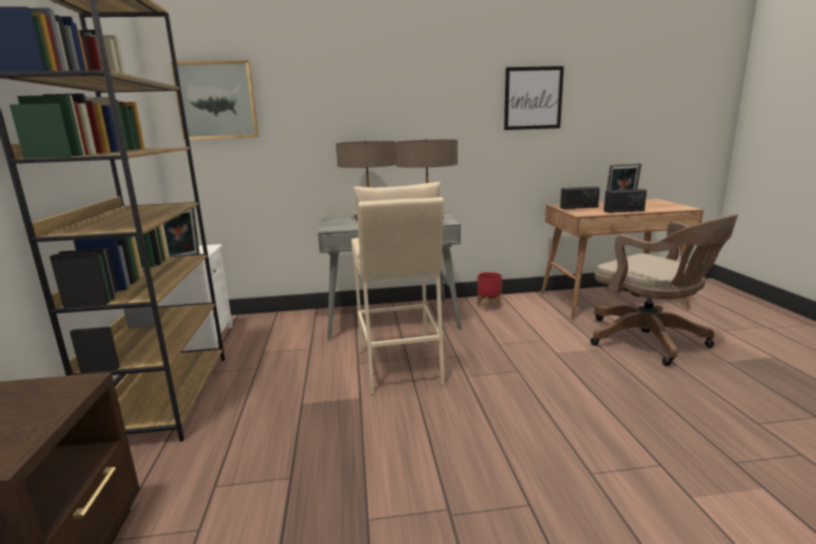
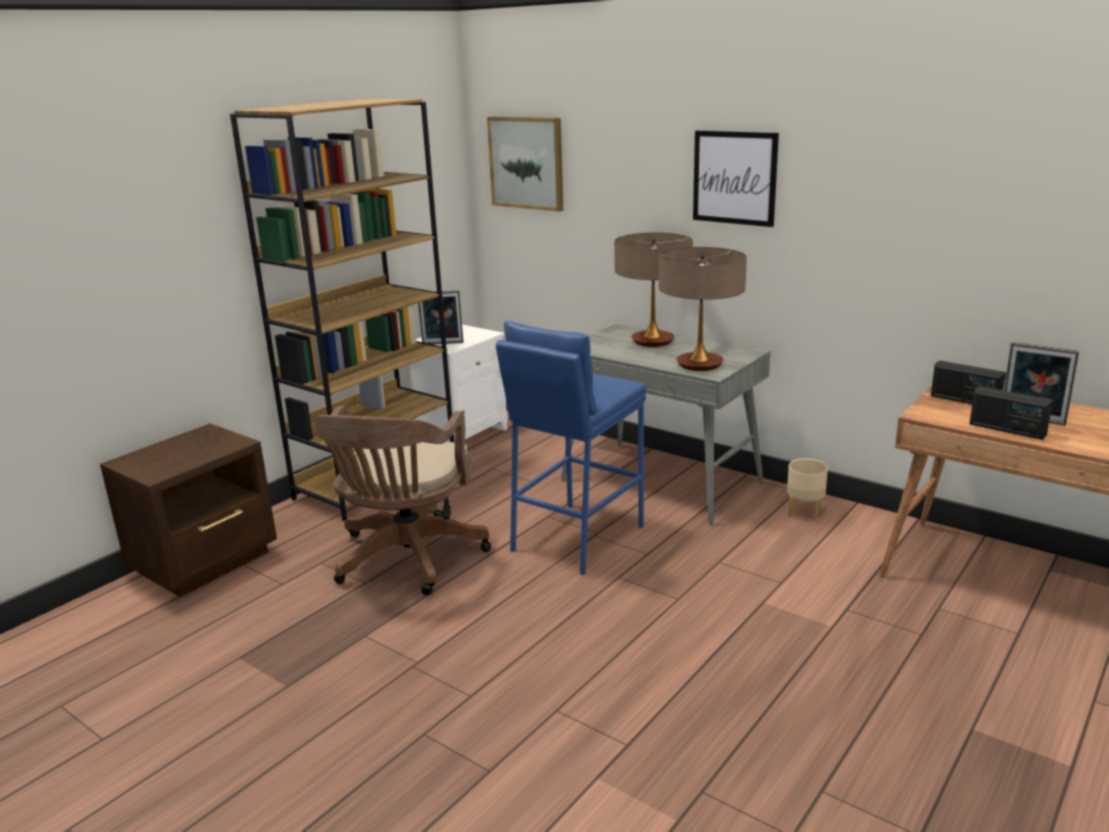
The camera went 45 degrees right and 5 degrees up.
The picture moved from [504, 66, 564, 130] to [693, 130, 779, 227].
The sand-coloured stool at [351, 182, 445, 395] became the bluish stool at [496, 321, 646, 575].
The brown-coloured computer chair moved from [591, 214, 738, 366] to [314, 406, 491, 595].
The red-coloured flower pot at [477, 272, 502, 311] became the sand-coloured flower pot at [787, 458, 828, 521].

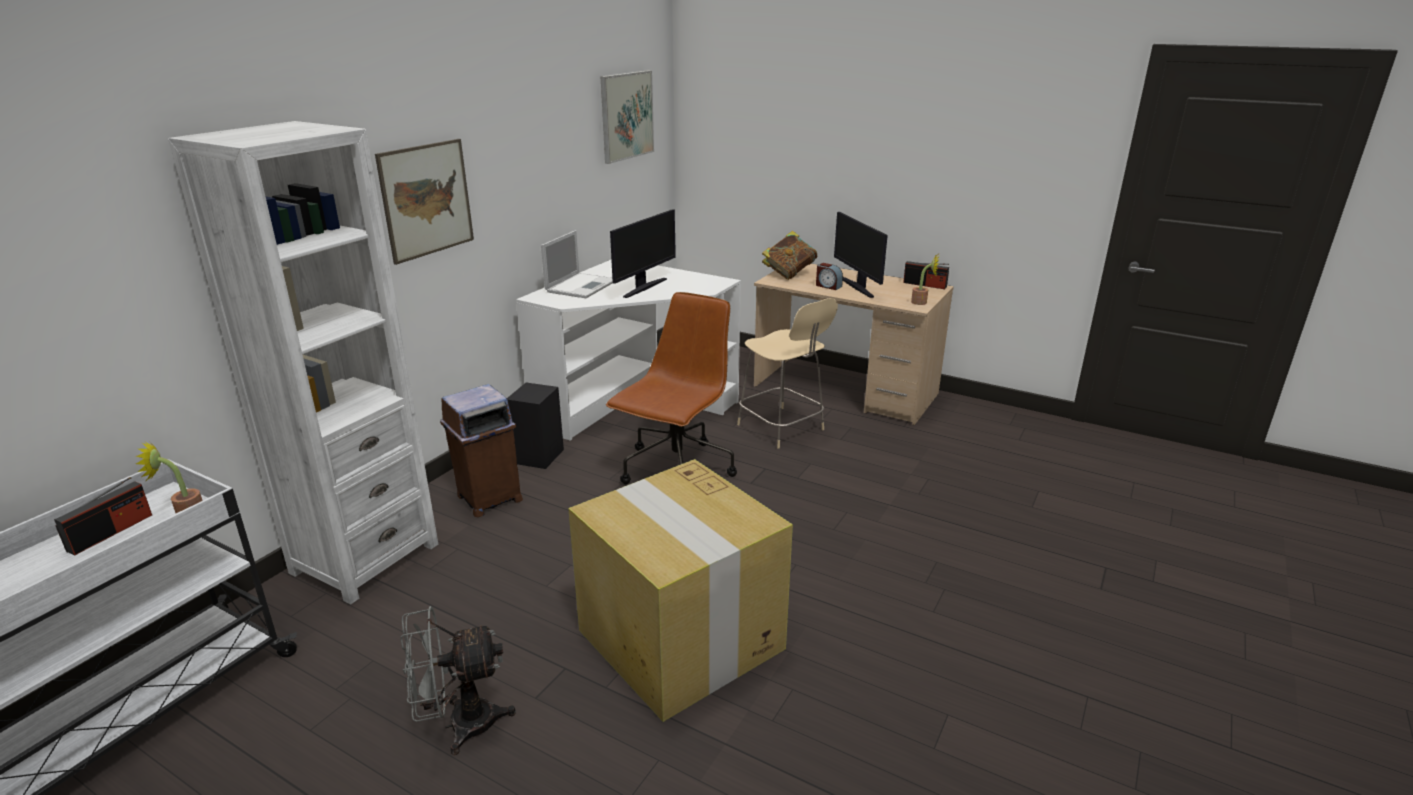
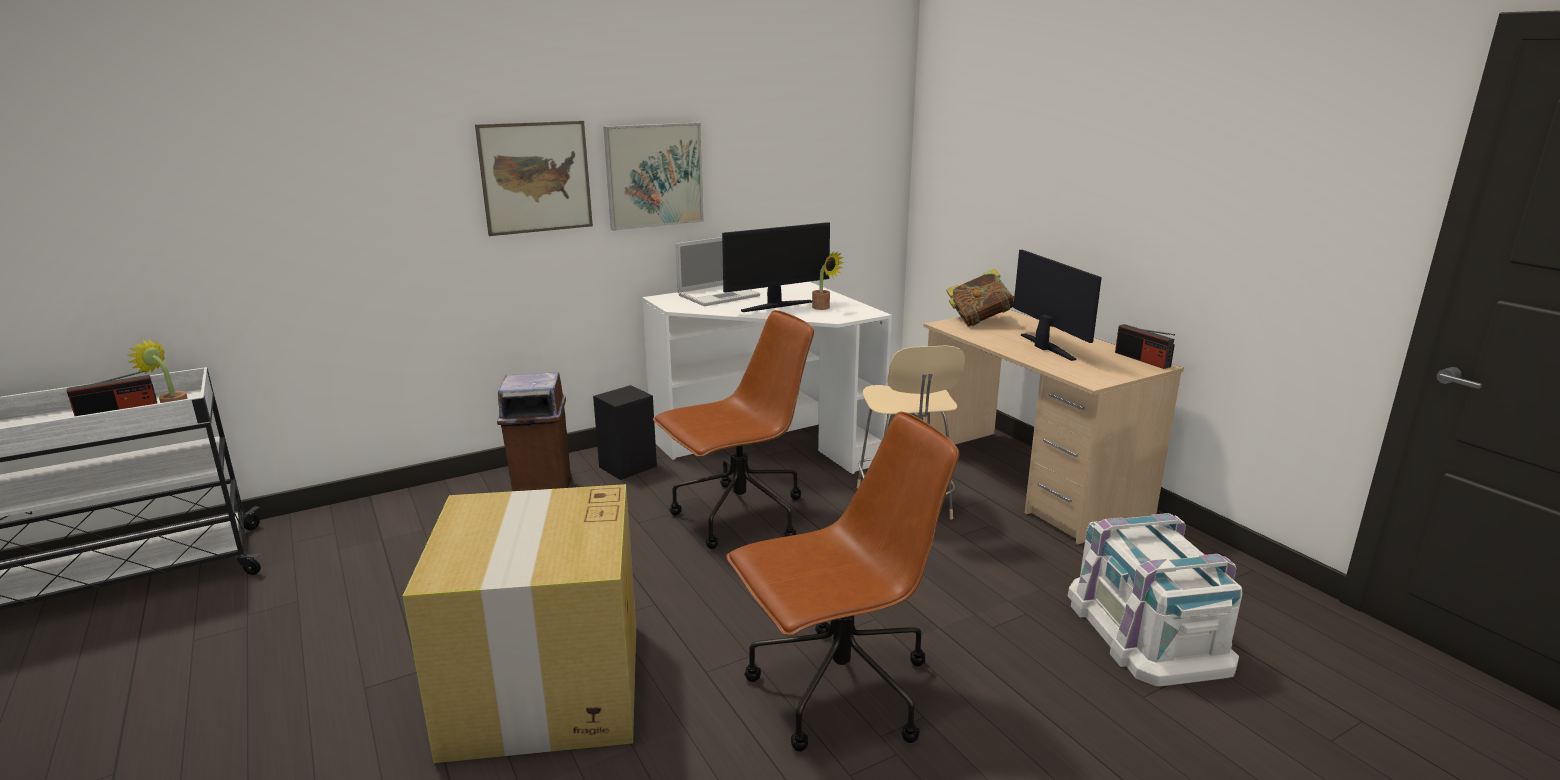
The camera went 30 degrees right and 5 degrees down.
The picture moved from [600, 70, 654, 164] to [603, 123, 704, 231].
The white bookcase at [168, 121, 438, 605] disappeared.
The computer display at [834, 212, 888, 298] turned 150 degrees clockwise.
The potted plant moved from [911, 254, 939, 305] to [812, 251, 844, 310].
The table clock at [816, 263, 843, 290] disappeared.
The gray cooling fan at [401, 606, 516, 755] disappeared.
The brown-coloured computer chair at [726, 411, 959, 752] appeared.
The white storage box at [1068, 513, 1242, 687] appeared.

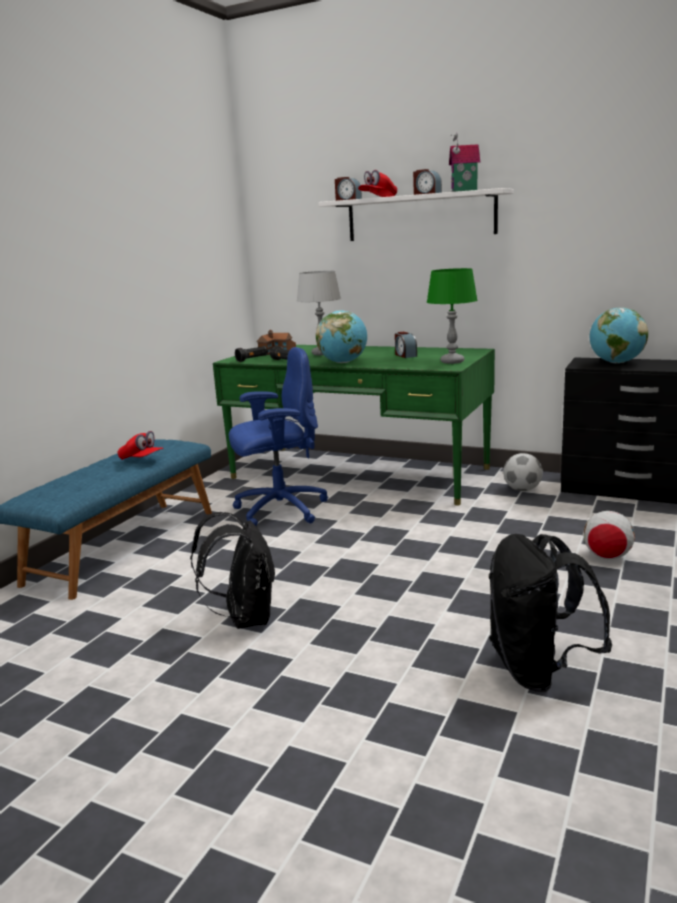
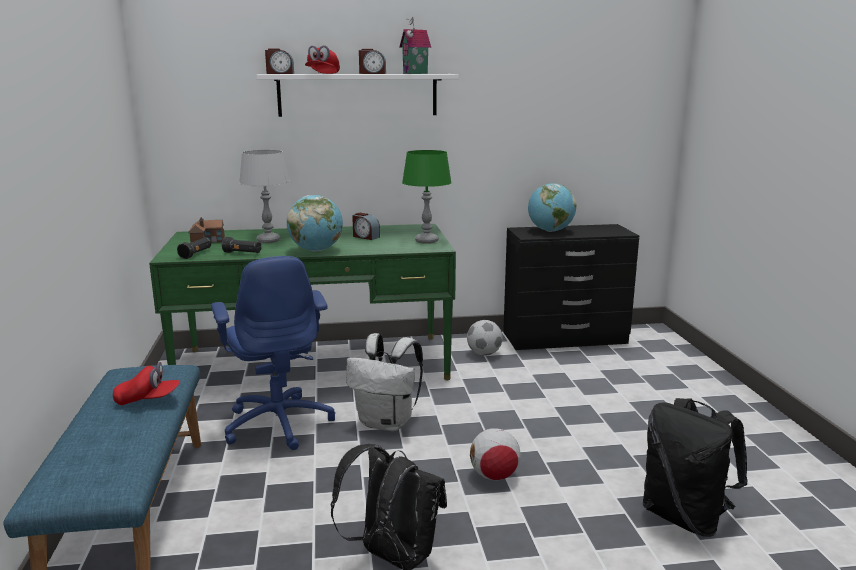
The camera went 35 degrees left and 0 degrees up.
The bluish computer chair at [229, 347, 328, 526] turned 120 degrees clockwise.
The football moved from [584, 511, 635, 559] to [470, 429, 521, 481].
The white backpack at [346, 333, 423, 431] appeared.

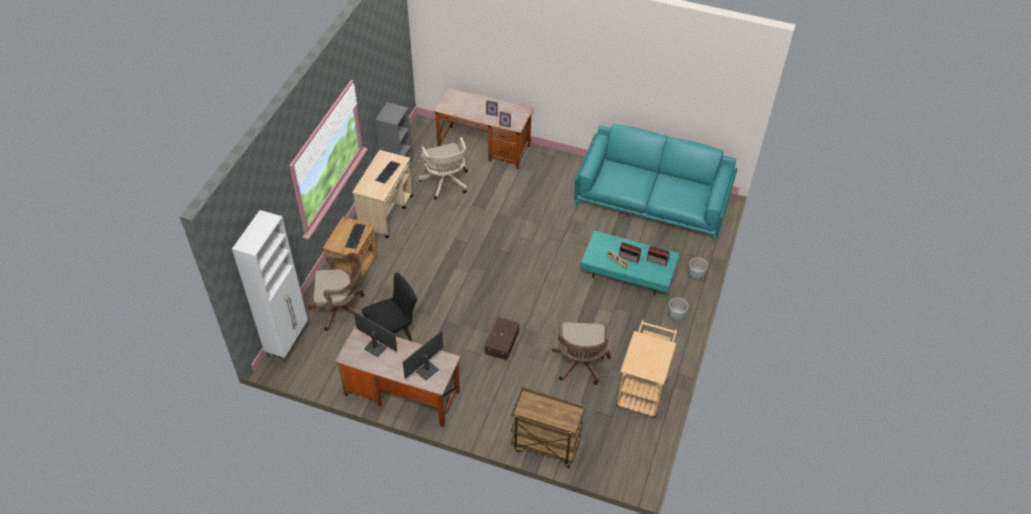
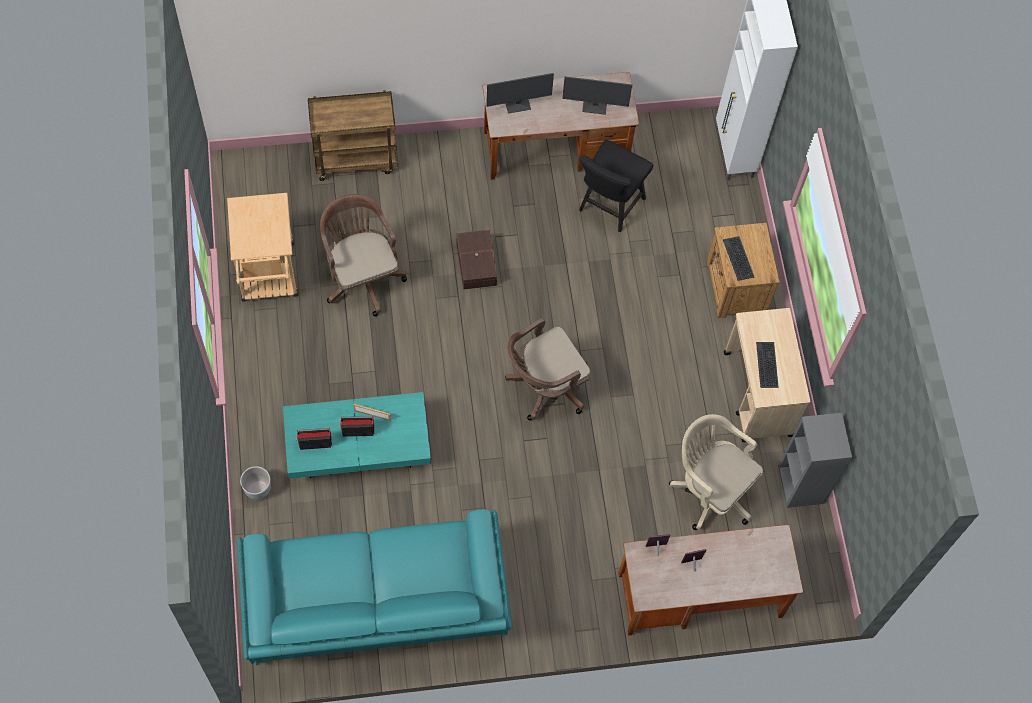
The camera went 150 degrees right and 15 degrees up.
The brown-coloured computer chair moved from [308, 253, 364, 331] to [505, 318, 591, 421].
The gray flower pot at [668, 298, 688, 320] disappeared.
The computer display at [403, 330, 443, 380] turned 60 degrees clockwise.

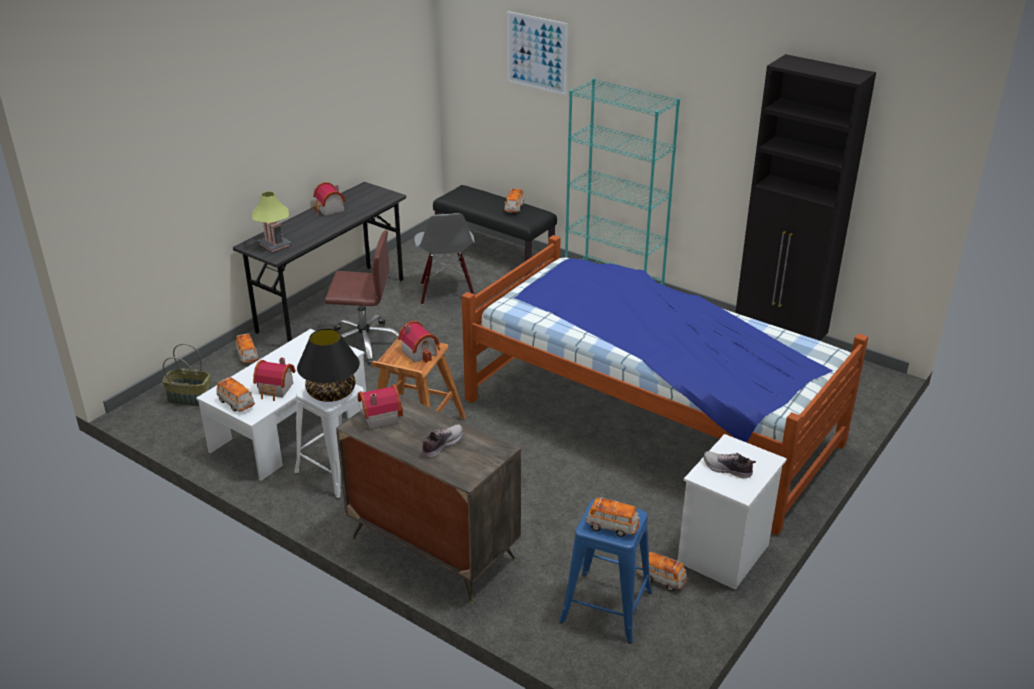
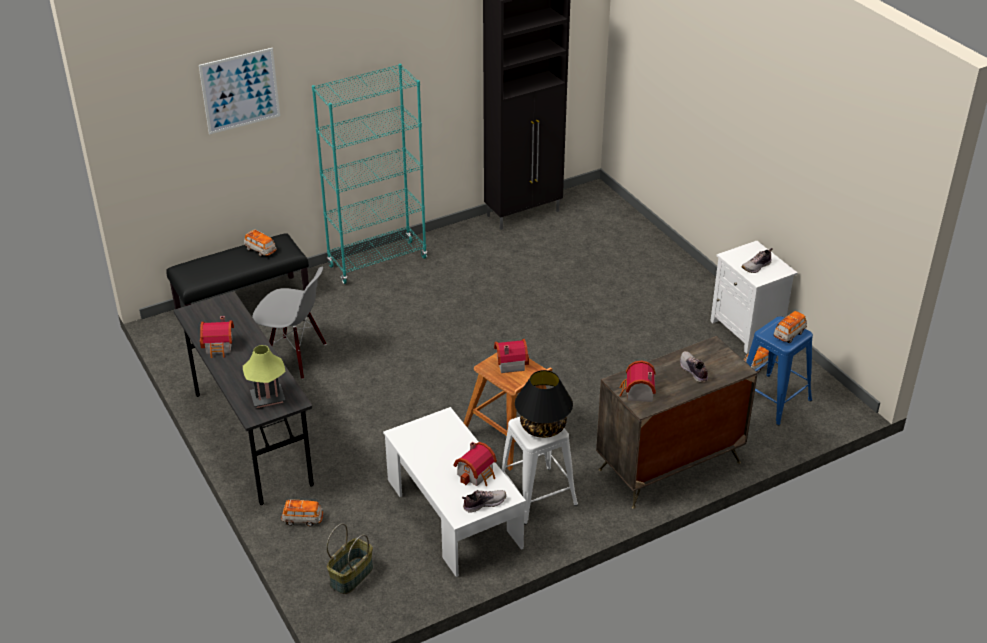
The camera went 65 degrees left and 5 degrees up.
The brown-coloured computer chair at [325, 230, 399, 365] disappeared.
The bed at [462, 235, 868, 536] disappeared.
The toy car at [217, 377, 255, 412] was replaced by the shoe at [462, 490, 506, 513].

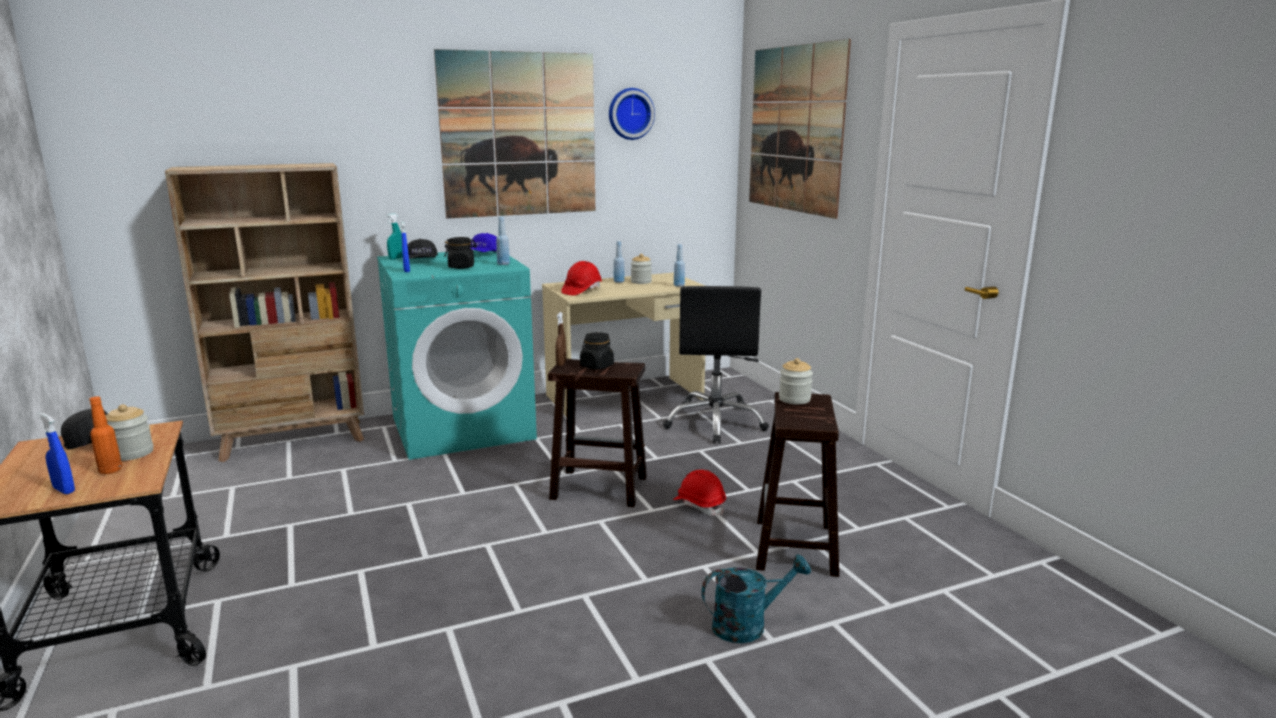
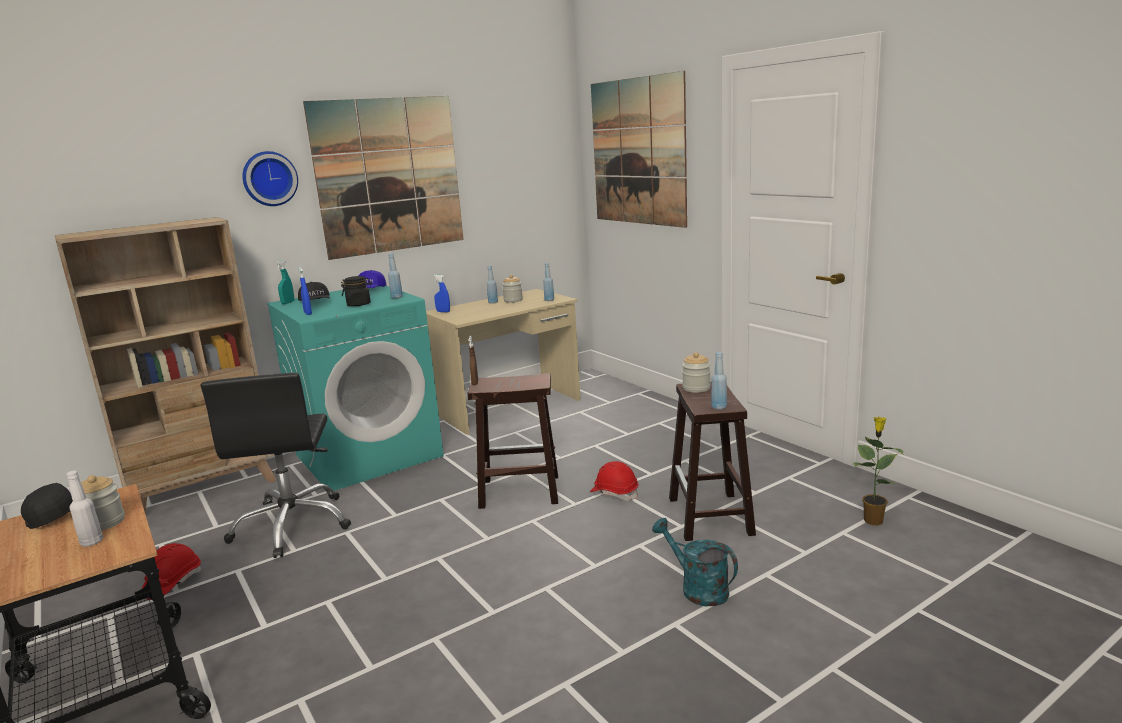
The camera went 10 degrees left and 0 degrees up.
The clock on the wall moved from [609, 88, 655, 140] to [242, 151, 298, 206].
The red-coloured work helmet moved from [561, 261, 602, 296] to [142, 543, 201, 600].
The blackish computer chair moved from [663, 286, 769, 444] to [200, 373, 351, 558].
The blackish jar at [580, 332, 614, 370] disappeared.
The orange-coloured bottle at [89, 396, 122, 474] became the white bottle at [67, 471, 103, 547].
The bluish hand sprayer moved from [39, 413, 75, 494] to [433, 274, 450, 312].
The turquoise sprinkling can at [702, 554, 811, 643] turned 105 degrees counterclockwise.
The bluish bottle at [711, 352, 727, 410] appeared.
The potted plant at [853, 417, 904, 526] appeared.

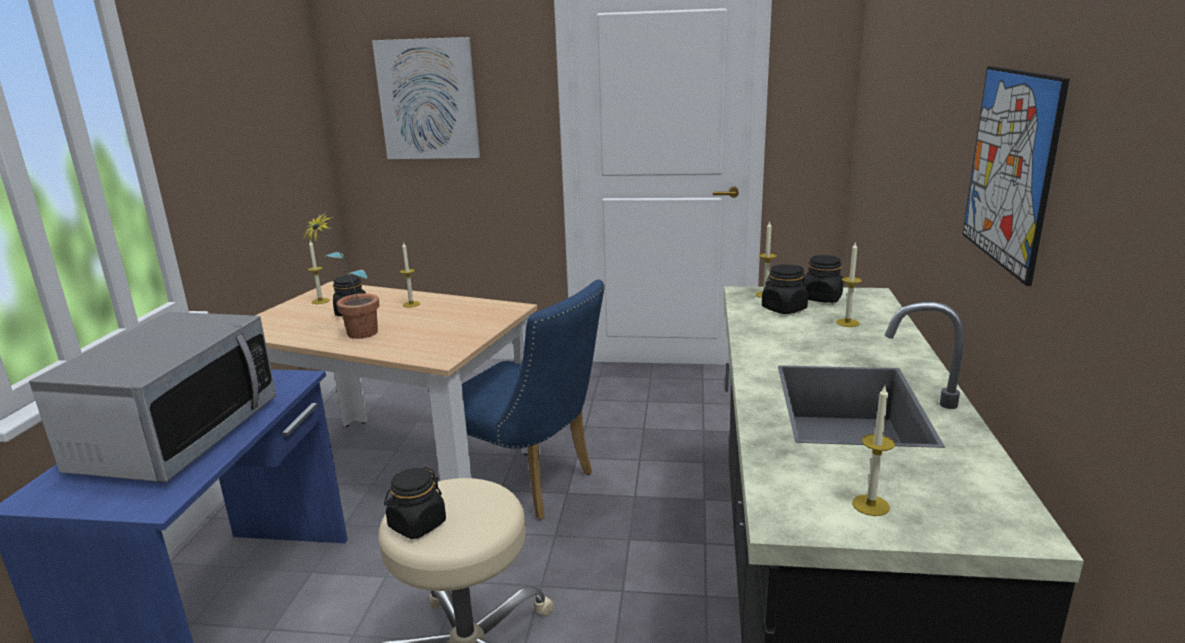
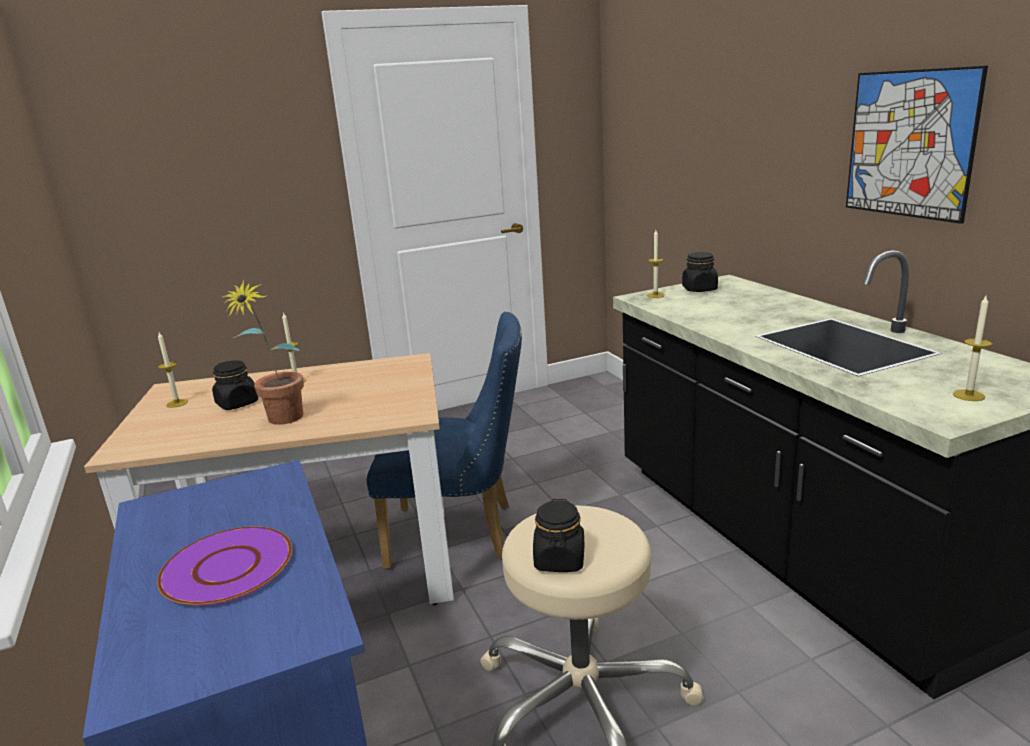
The camera went 30 degrees left and 0 degrees up.
The picture at [372, 37, 480, 159] disappeared.
The wax candle at [836, 242, 862, 327] disappeared.
The blackish jar at [762, 264, 808, 314] disappeared.
The kitchen microwave at [29, 312, 276, 482] was replaced by the purple flat dish at [157, 526, 292, 606].

